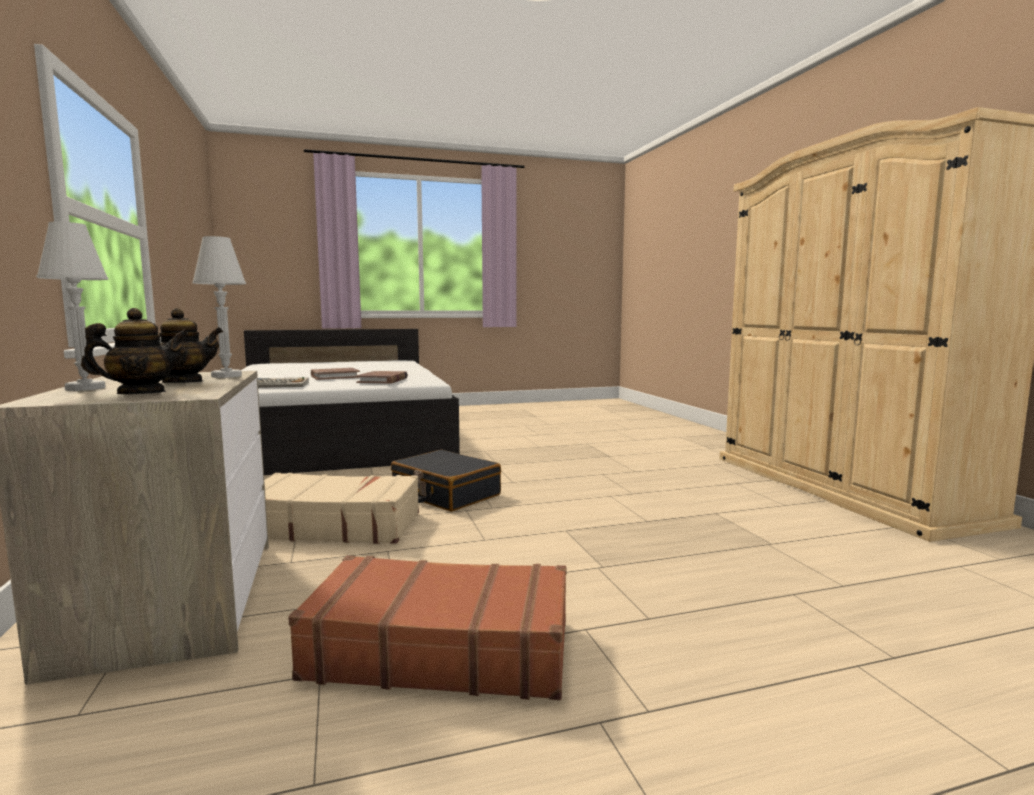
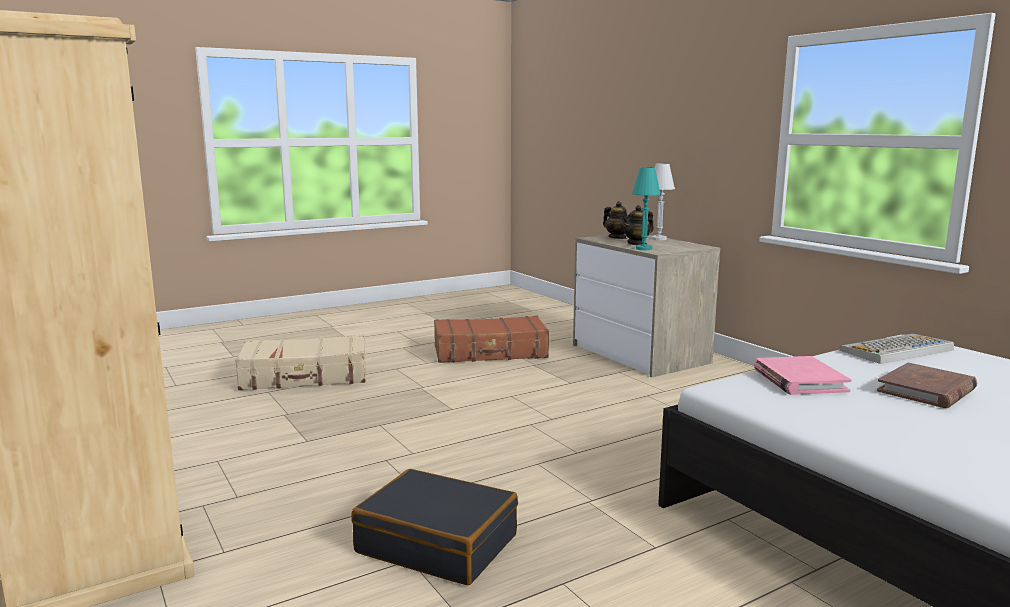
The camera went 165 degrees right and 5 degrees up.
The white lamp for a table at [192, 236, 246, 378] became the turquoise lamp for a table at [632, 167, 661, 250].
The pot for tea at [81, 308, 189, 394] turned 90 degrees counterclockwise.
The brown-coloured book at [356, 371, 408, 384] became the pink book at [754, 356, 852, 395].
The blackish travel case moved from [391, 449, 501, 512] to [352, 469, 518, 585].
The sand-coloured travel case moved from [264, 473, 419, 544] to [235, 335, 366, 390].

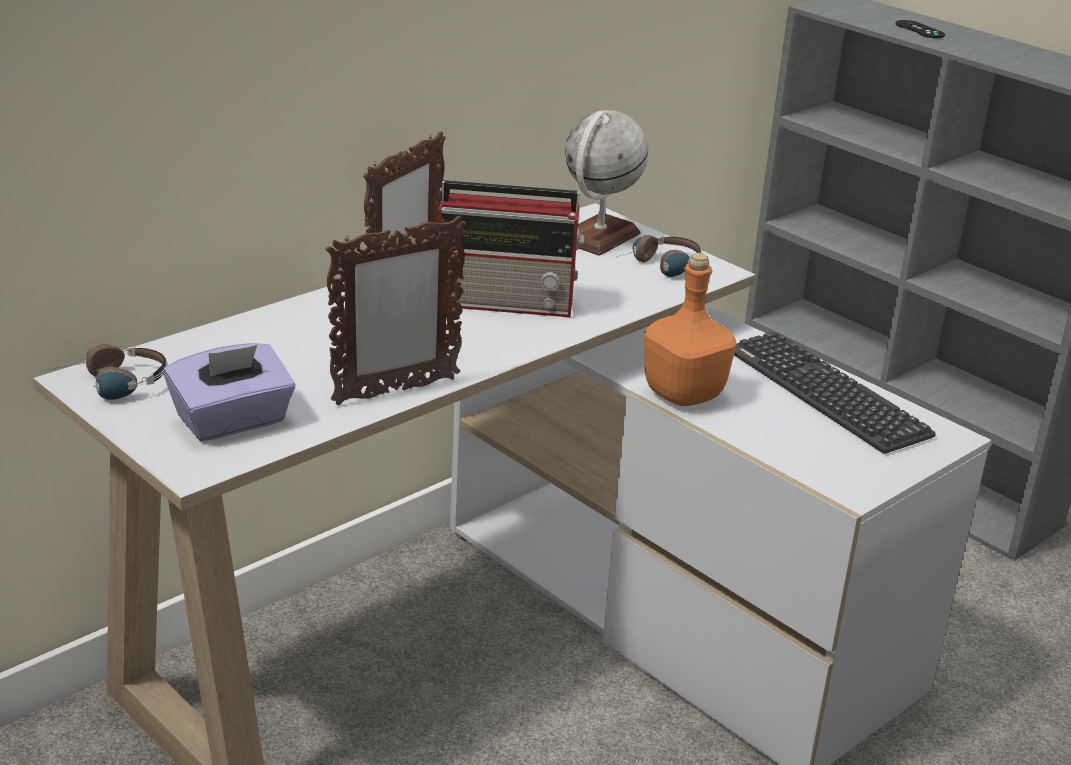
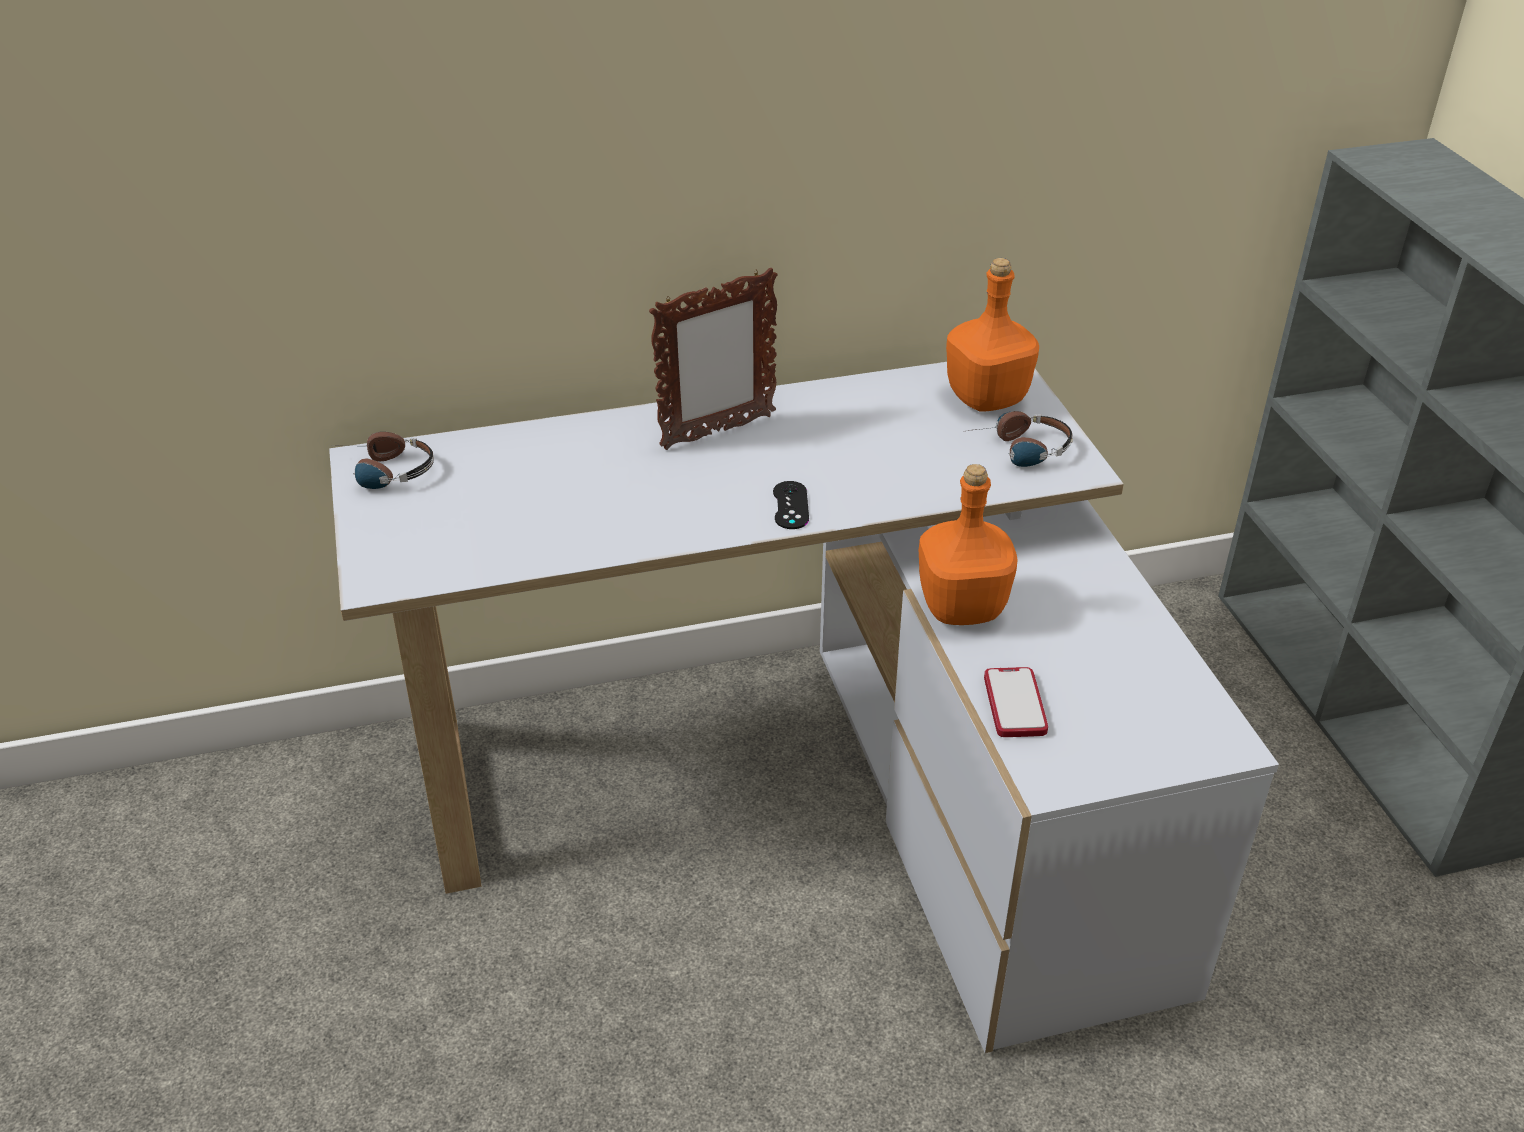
The camera went 30 degrees right and 10 degrees up.
The blackish joypad moved from [895, 20, 945, 38] to [773, 481, 809, 529].
The world globe at [565, 110, 648, 256] was replaced by the orange-coloured bottle at [946, 258, 1039, 412].
The radio set at [438, 180, 585, 317] disappeared.
The photo frame at [325, 216, 466, 405] disappeared.
The PC keyboard at [734, 331, 936, 453] disappeared.
The purple tissue holder at [164, 343, 295, 442] disappeared.
The telephone at [984, 667, 1048, 737] appeared.

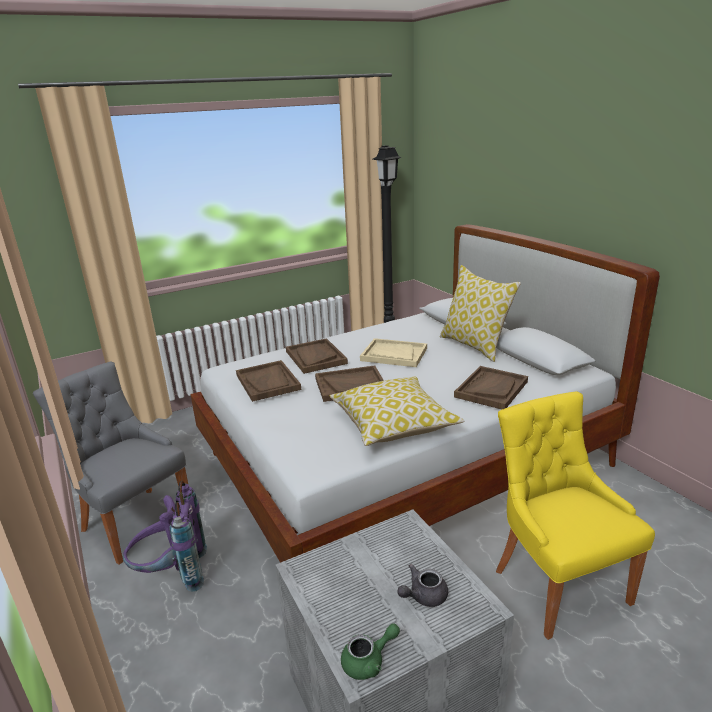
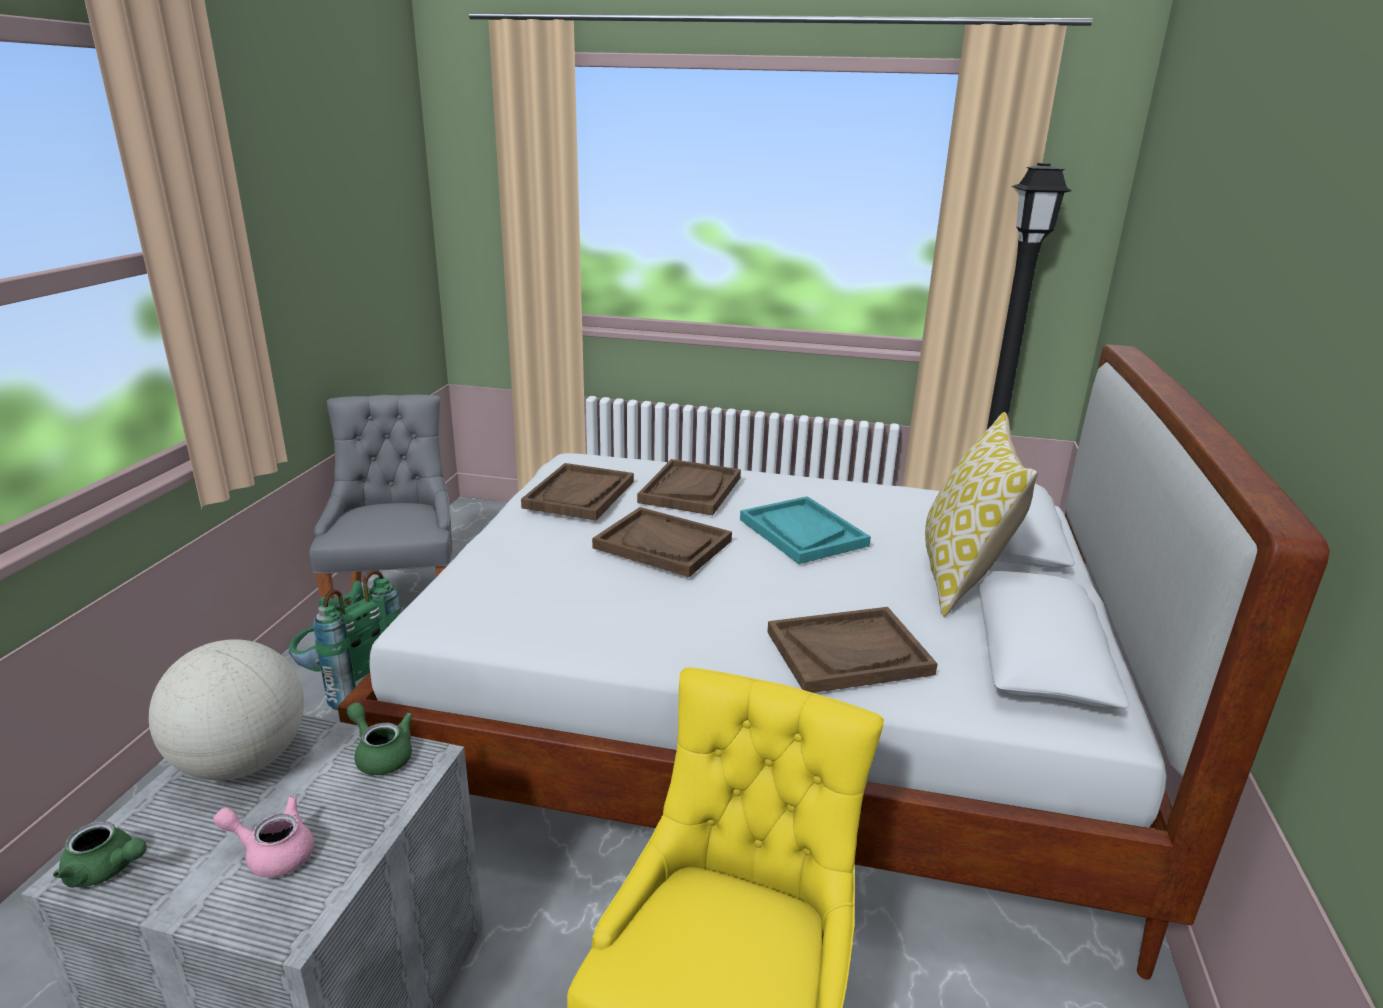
The camera went 40 degrees right and 0 degrees up.
The sand-coloured serving tray at [360, 338, 427, 367] became the turquoise serving tray at [740, 496, 871, 564].
The cushion at [330, 377, 464, 446] disappeared.
The purple backpack at [123, 481, 207, 592] became the greenish backpack at [289, 570, 401, 719].
The gray pot for tea at [398, 564, 448, 607] became the pink pot for tea at [213, 796, 314, 878].
The world globe at [149, 639, 304, 780] appeared.
The greenish pot for tea at [346, 702, 413, 775] appeared.

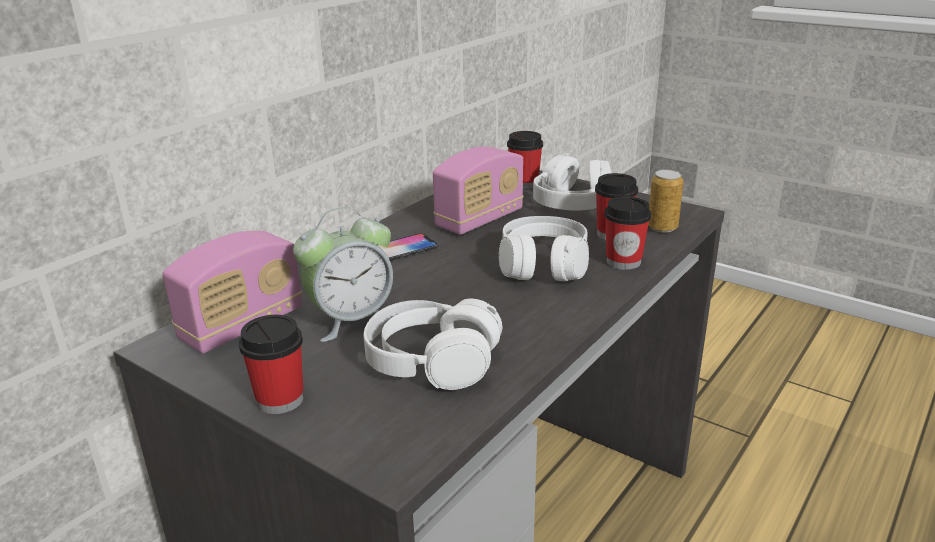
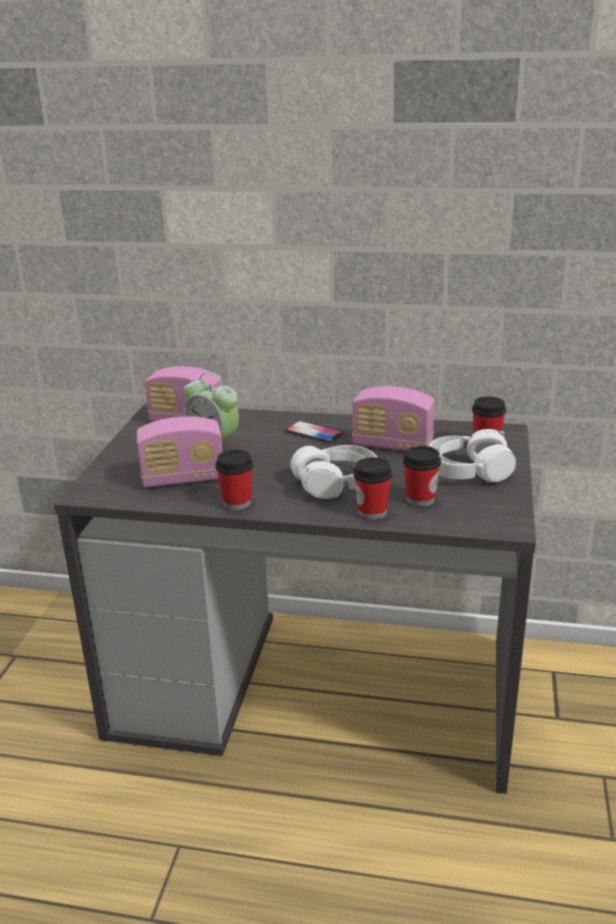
The camera went 65 degrees right and 0 degrees up.
The metal can at [648, 170, 684, 233] disappeared.
The white pair of headphones at [364, 298, 503, 390] was replaced by the radio set at [137, 416, 222, 487].
The drinking cup moved from [239, 315, 303, 414] to [215, 449, 253, 510].

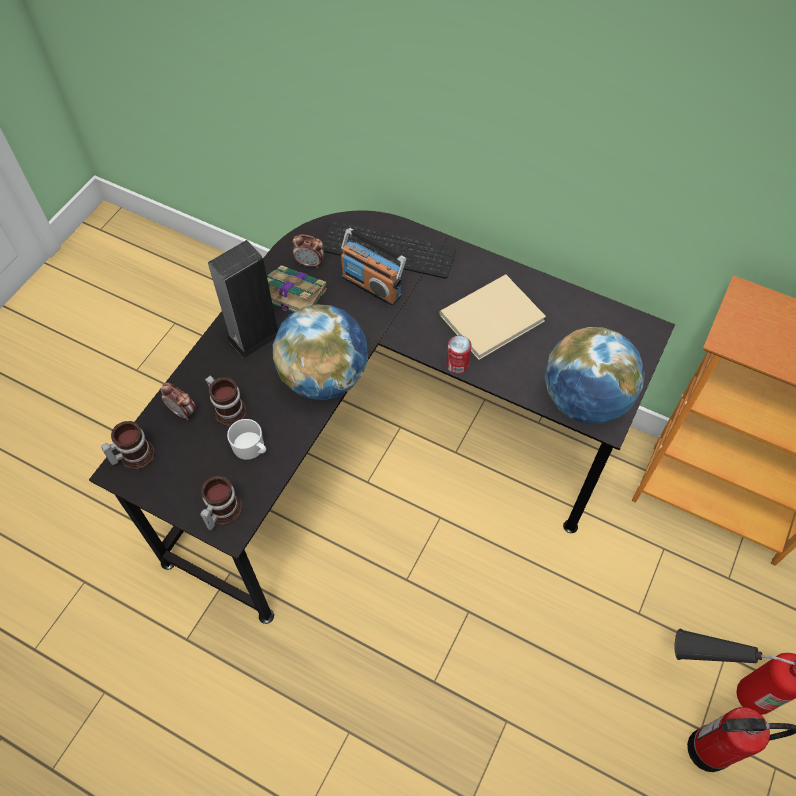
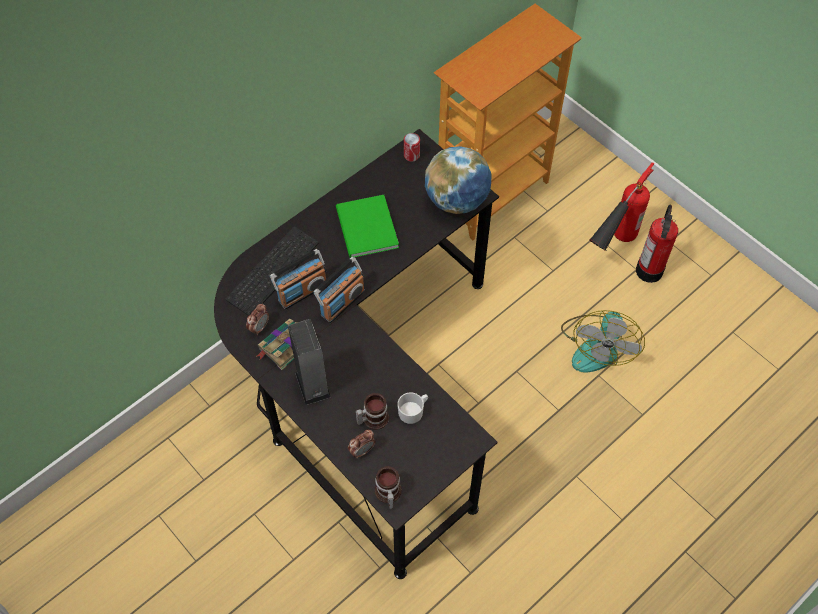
The camera went 70 degrees left and 0 degrees up.
The sand-coloured book at [439, 275, 546, 360] became the greenish book at [336, 195, 399, 258].
The world globe at [273, 304, 368, 400] disappeared.
The metal can moved from [446, 335, 472, 374] to [404, 133, 420, 161].
The tea mug at [200, 476, 242, 530] disappeared.
The radio set at [314, 257, 365, 323] appeared.
The cooling fan at [561, 310, 645, 372] appeared.

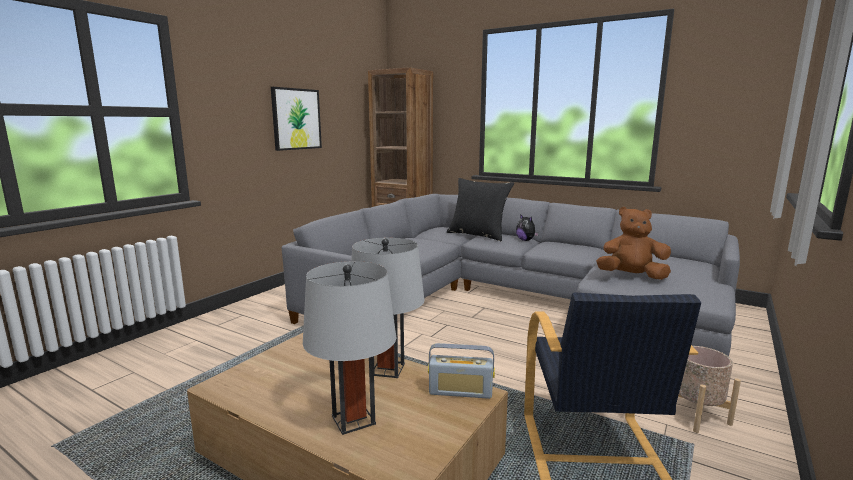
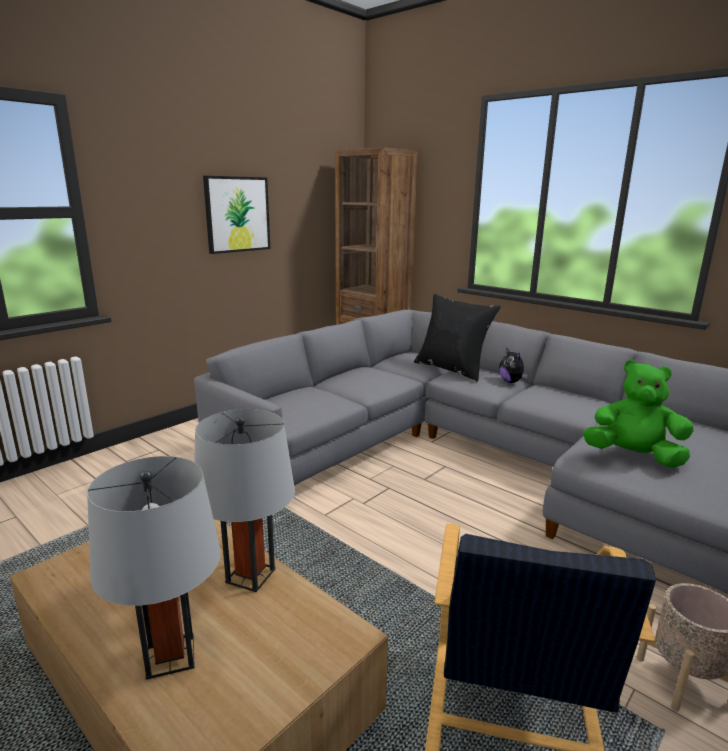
The camera went 10 degrees right and 5 degrees up.
The brown-coloured plush toy at [596, 207, 671, 280] became the greenish plush toy at [583, 360, 693, 468].
The radio set at [428, 343, 495, 399] disappeared.

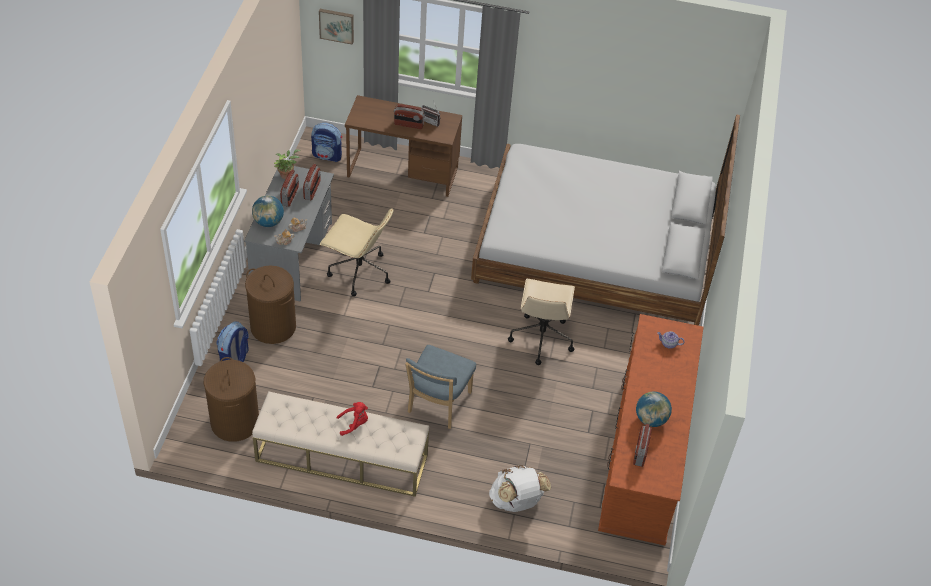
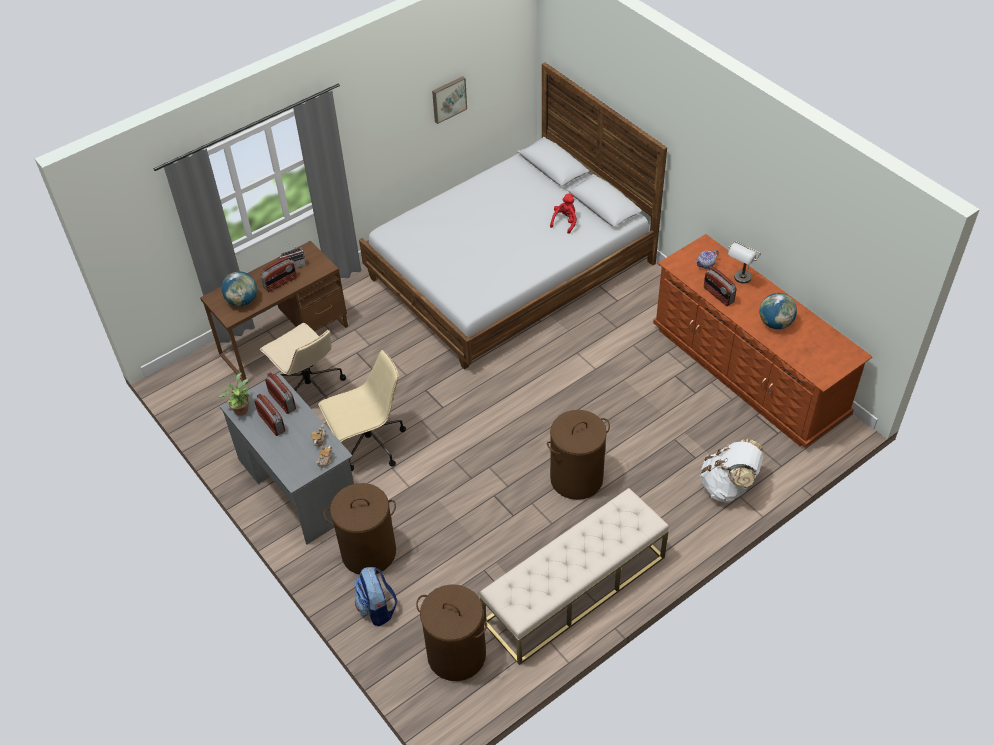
The camera went 45 degrees left and 0 degrees up.
The picture moved from [319, 9, 354, 45] to [432, 76, 467, 124].
The backpack at [311, 123, 342, 162] disappeared.
The world globe moved from [252, 196, 284, 227] to [221, 271, 257, 306].
The sand-coloured computer chair moved from [508, 279, 575, 365] to [260, 323, 346, 399].
The bluish chair at [405, 345, 476, 429] was replaced by the brown-coloured washing basket at [547, 410, 610, 500].
The red-coloured plush toy moved from [337, 402, 368, 436] to [550, 194, 577, 234].
The radio set moved from [633, 424, 652, 467] to [704, 266, 737, 306].
The gray lamp for a table at [728, 241, 761, 284] appeared.

